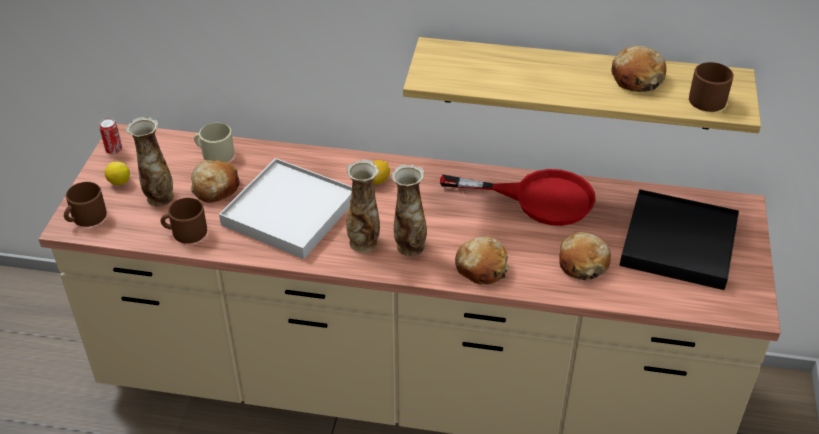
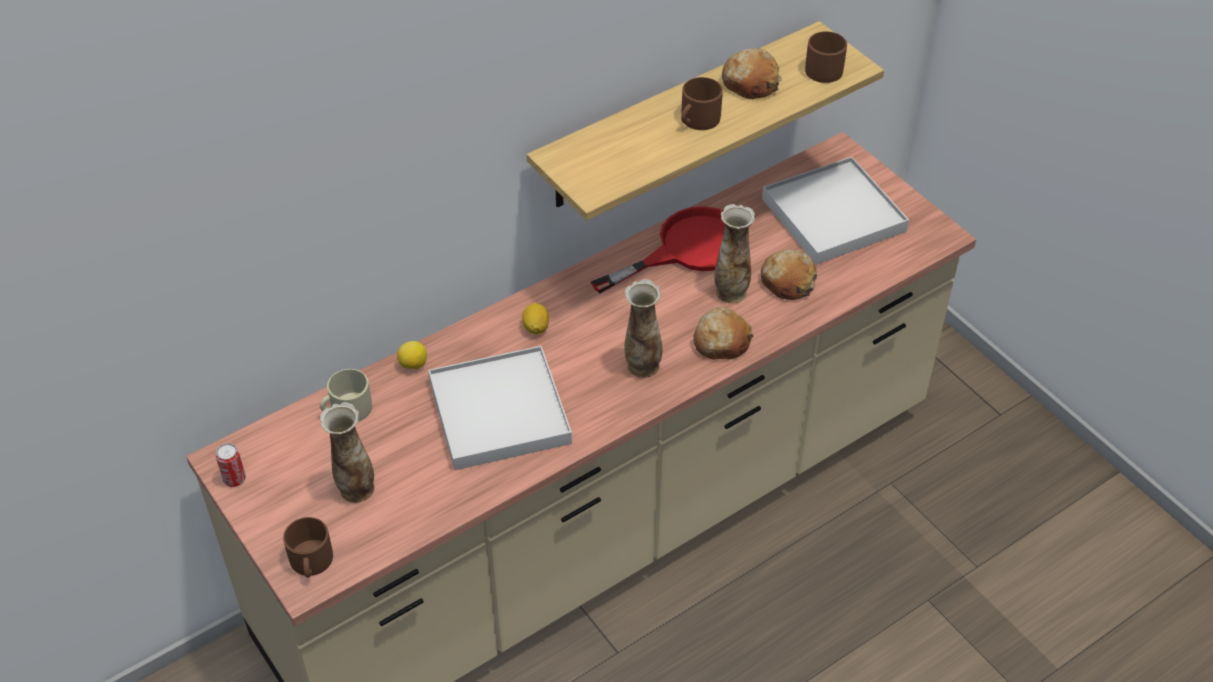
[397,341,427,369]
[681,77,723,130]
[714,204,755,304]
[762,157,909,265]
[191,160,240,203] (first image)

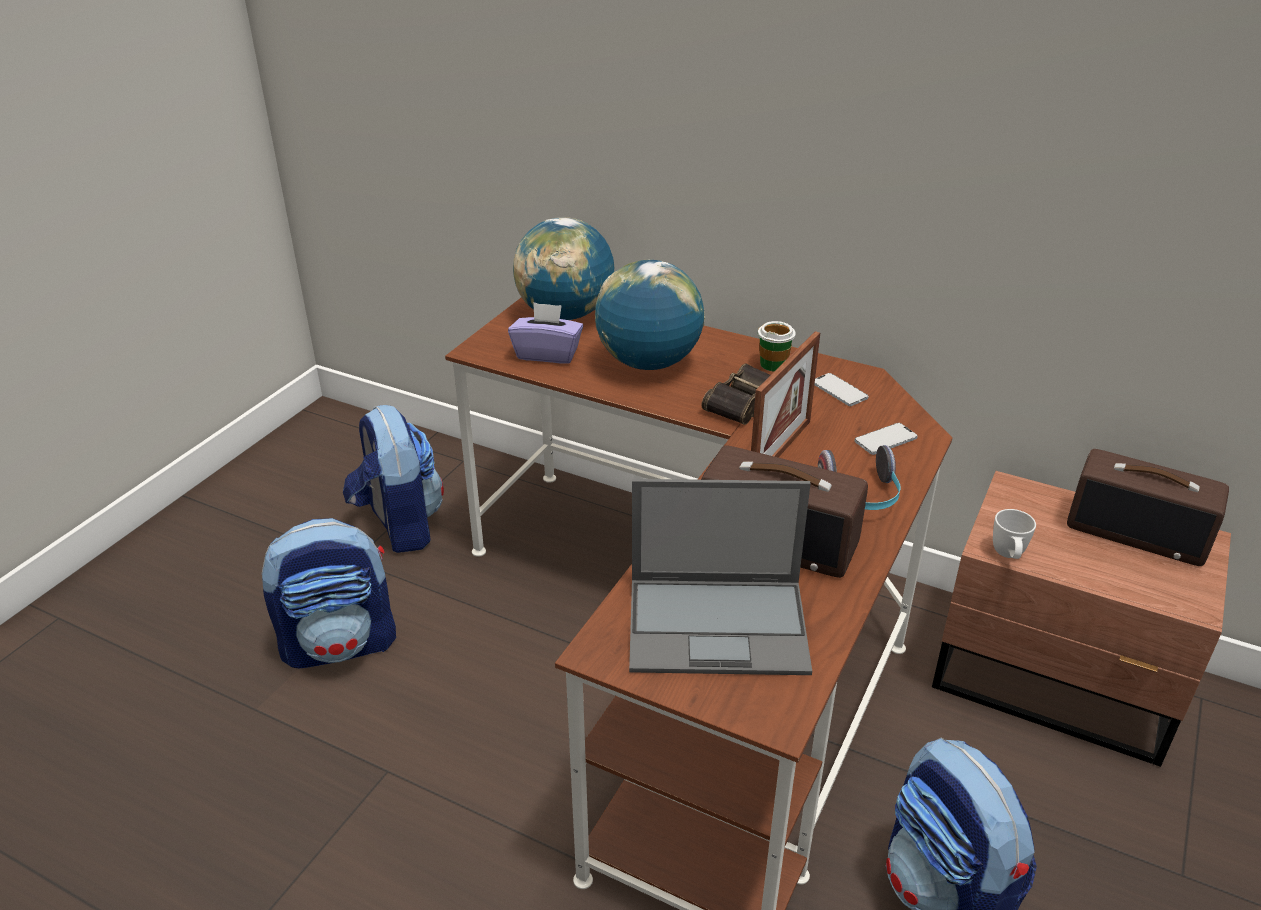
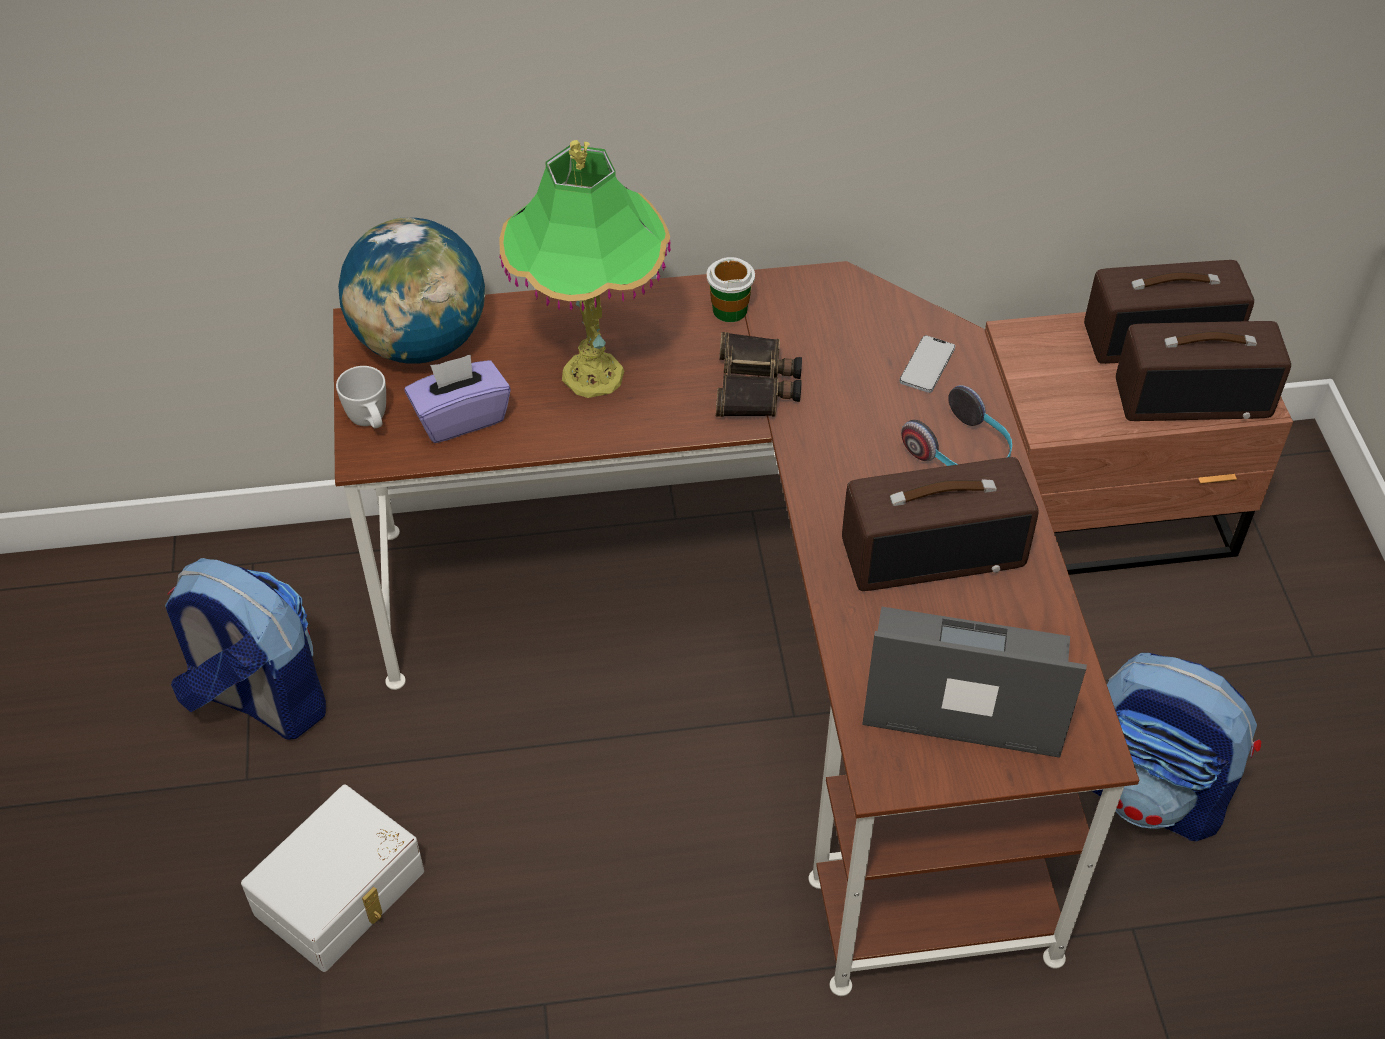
[241,785,424,972]
[336,366,386,428]
[499,140,671,398]
[862,606,1087,758]
[1116,321,1291,421]
[751,331,820,458] (first image)
[814,373,868,406] (first image)

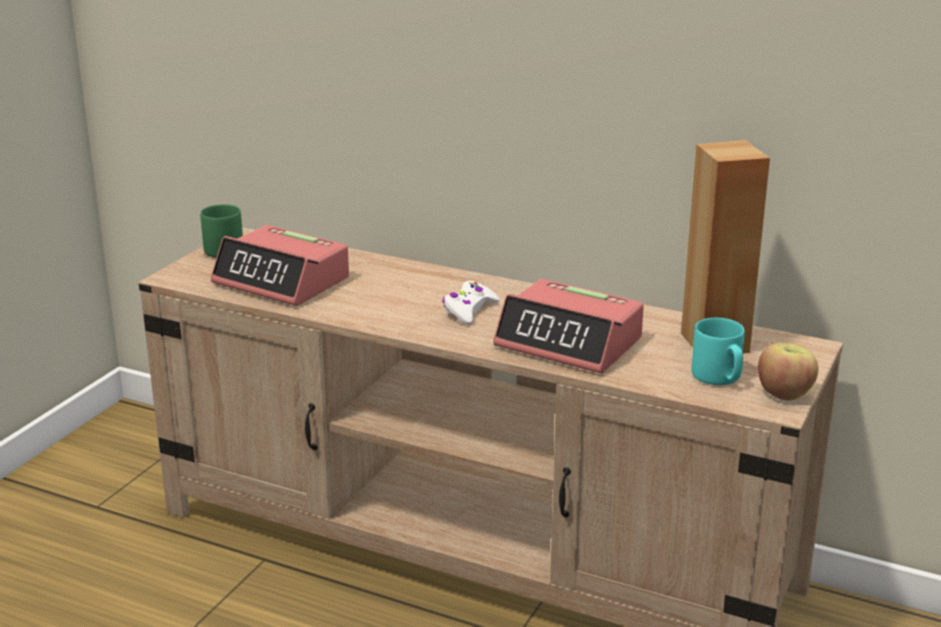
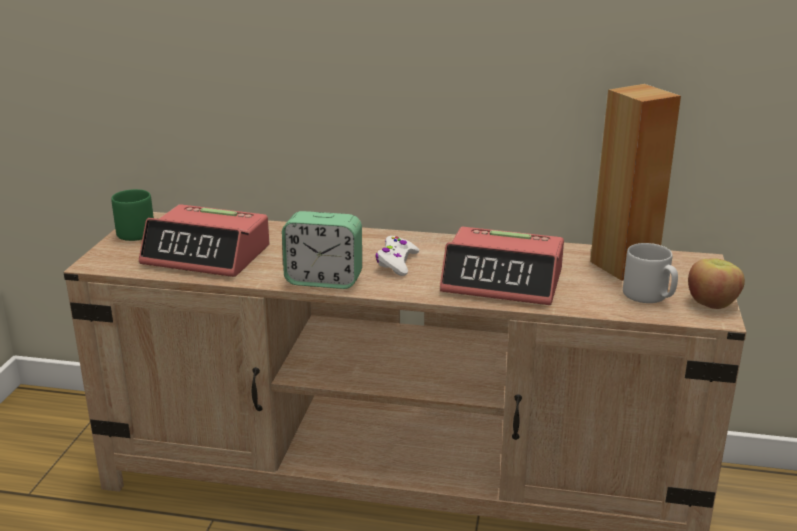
[282,211,362,289]
[623,243,678,303]

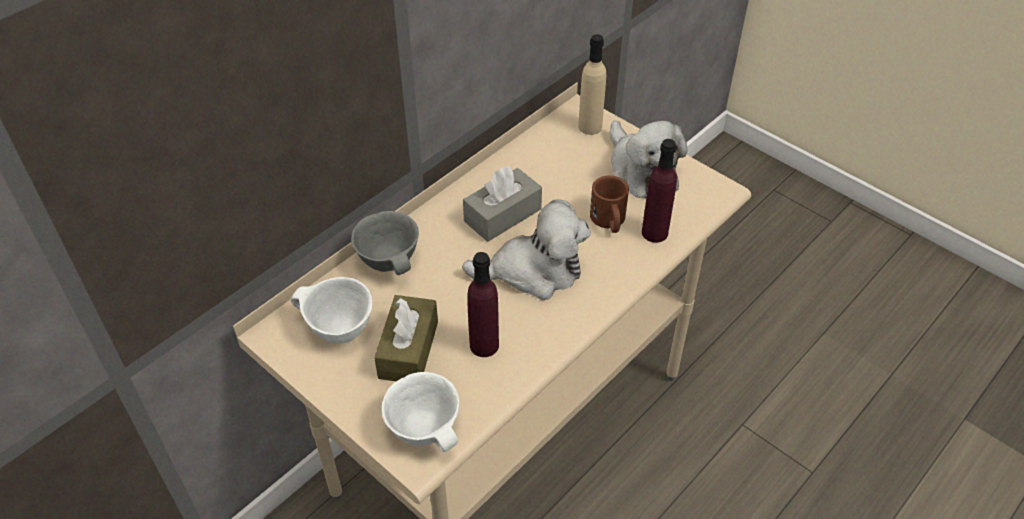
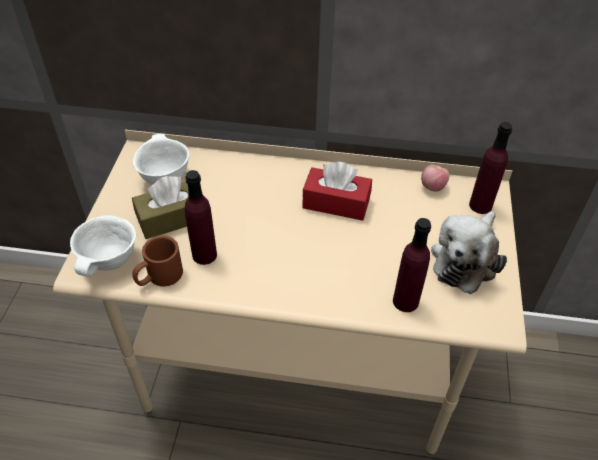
[132,236,183,286]
[302,162,372,221]
[421,165,449,192]
[469,122,513,214]
[351,211,419,275] (first image)
[462,199,591,300] (first image)

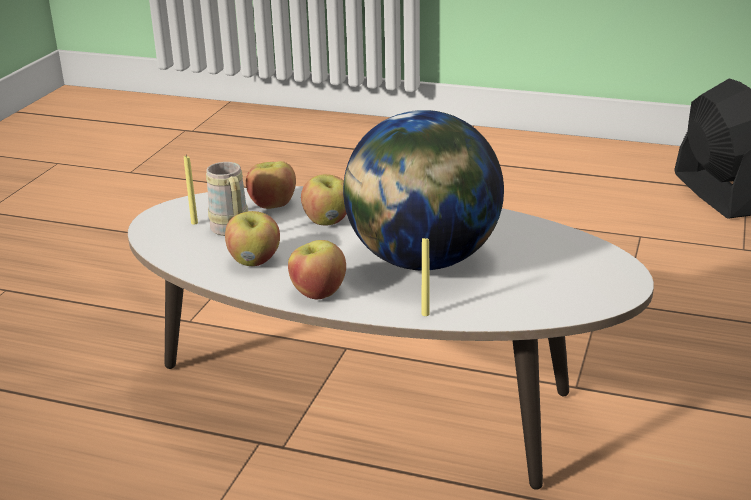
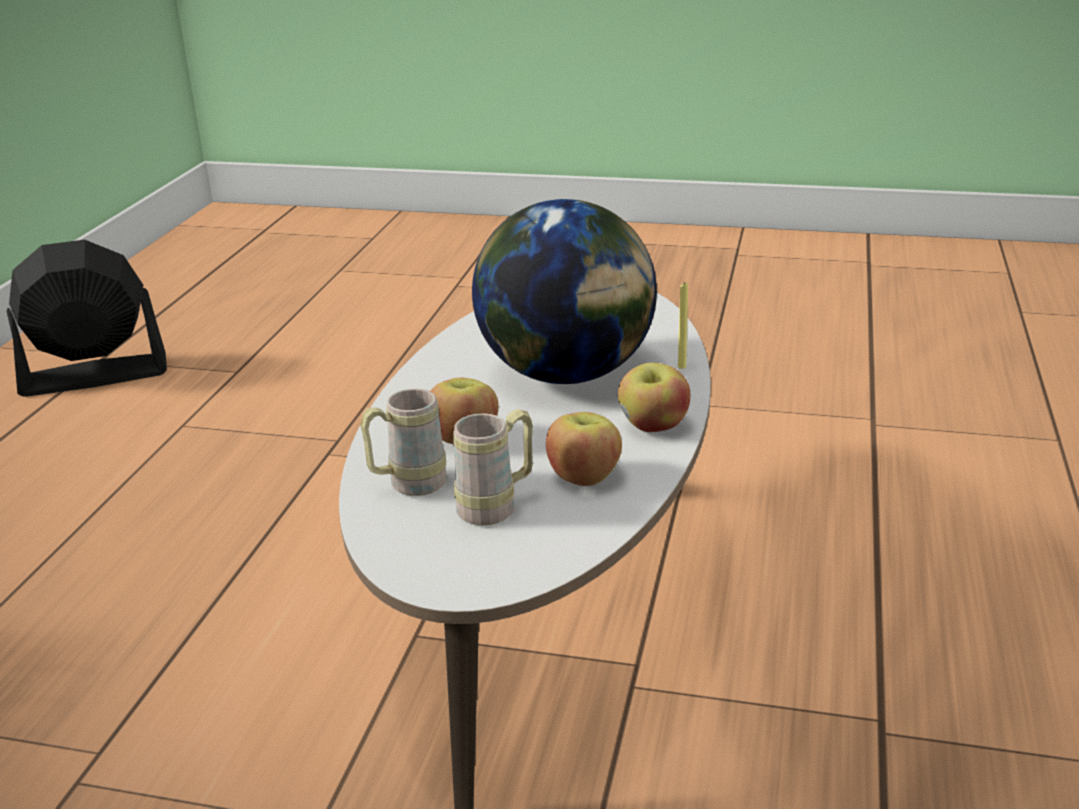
[360,389,447,496]
[184,155,198,225] (first image)

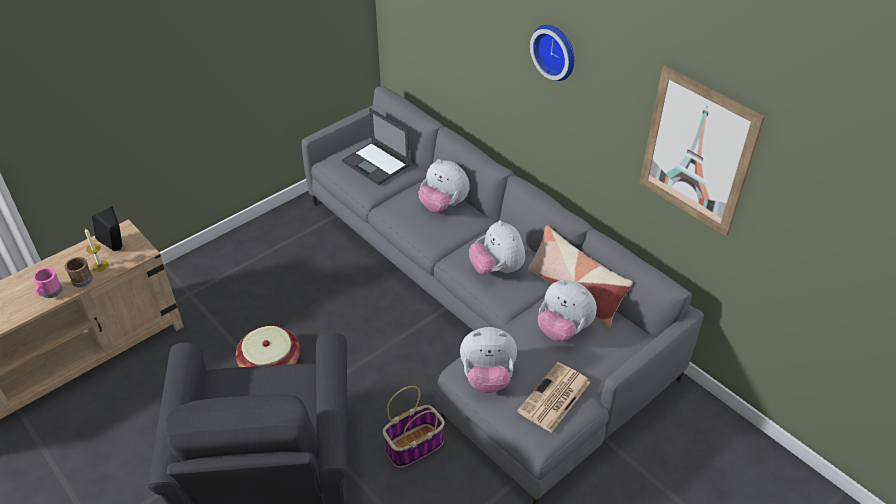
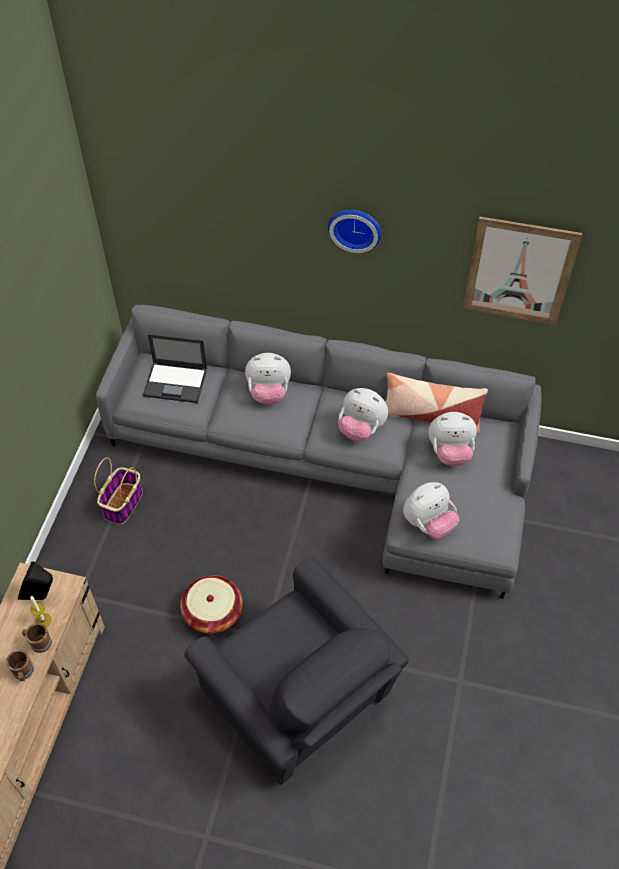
[6,649,34,681]
[94,457,143,525]
[517,362,590,433] (first image)

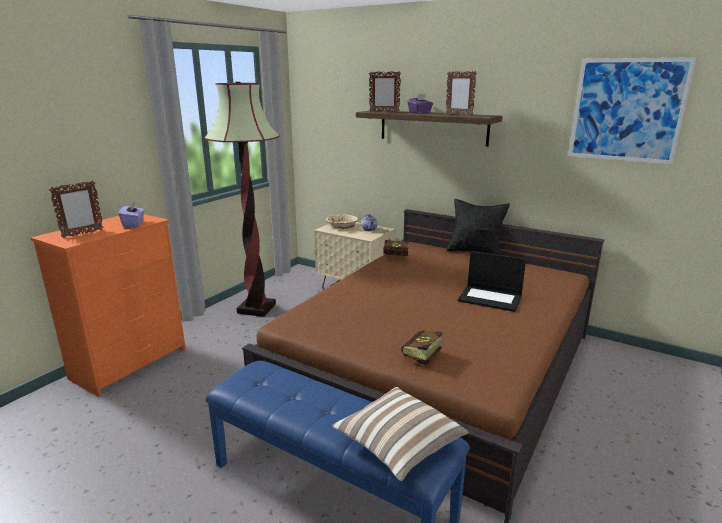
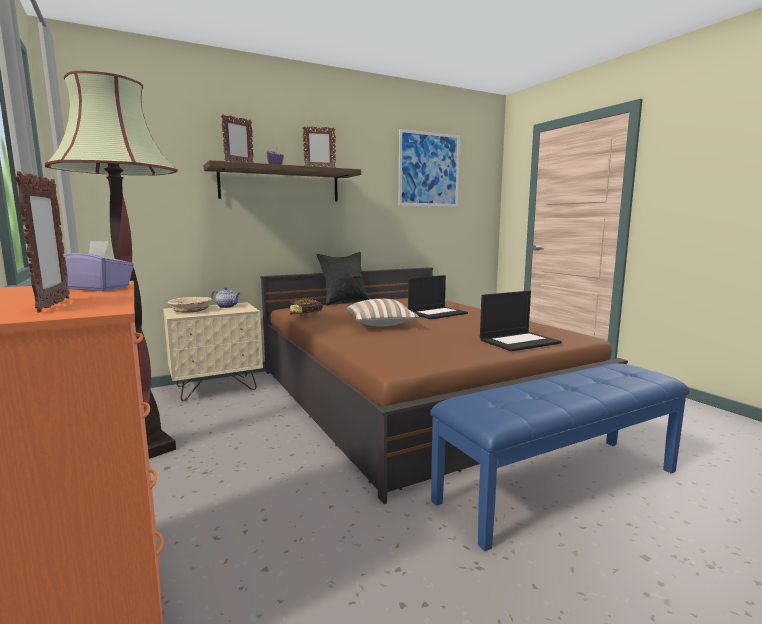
[346,299,419,327]
[480,291,562,352]

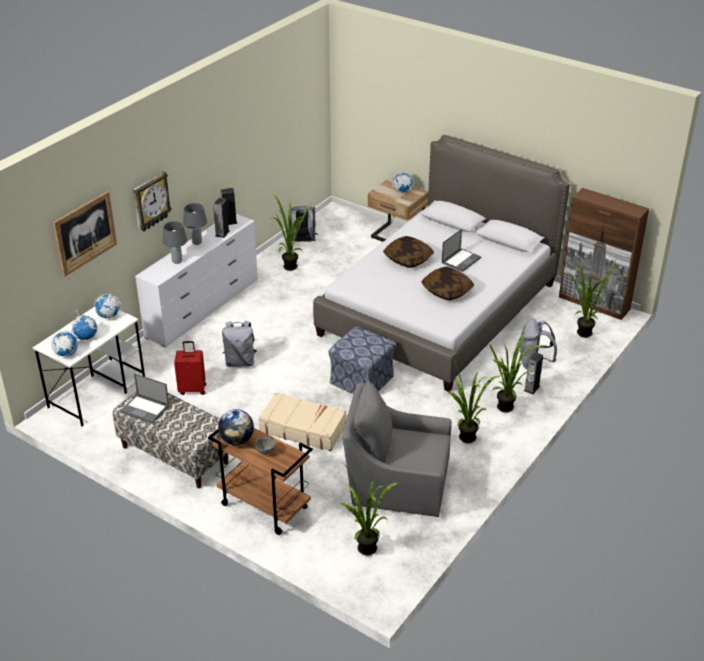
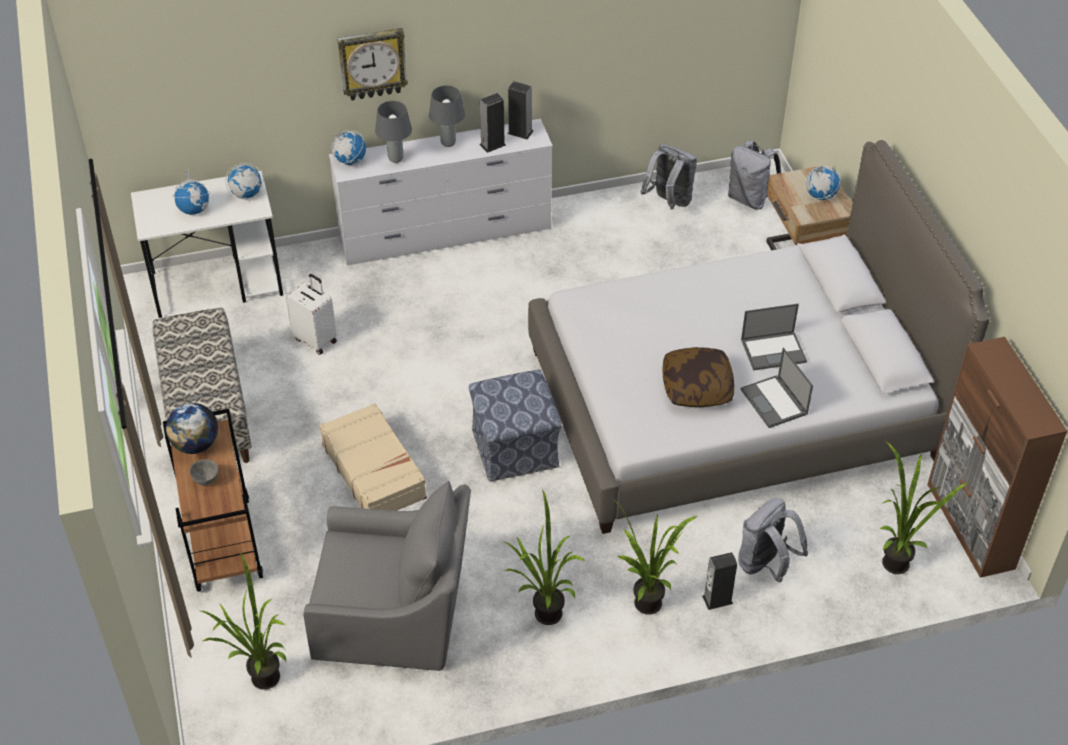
[286,274,337,355]
[303,481,471,671]
[332,131,366,166]
[728,141,781,210]
[741,348,813,428]
[53,191,117,277] (first image)
[270,193,311,271] (first image)
[383,236,434,268] (first image)

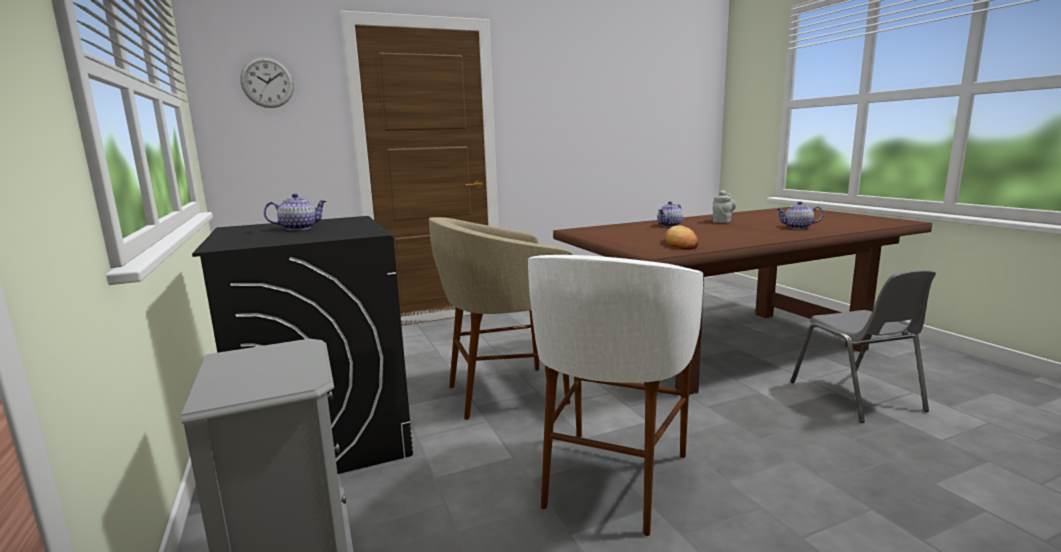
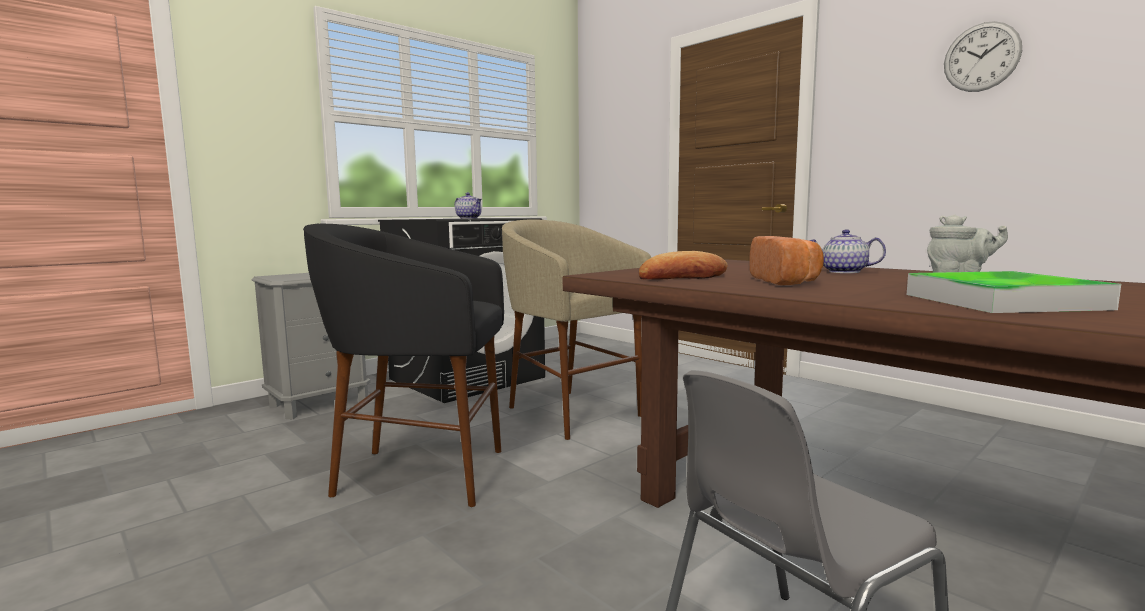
[303,224,504,507]
[749,236,824,285]
[907,271,1121,313]
[944,21,1022,92]

